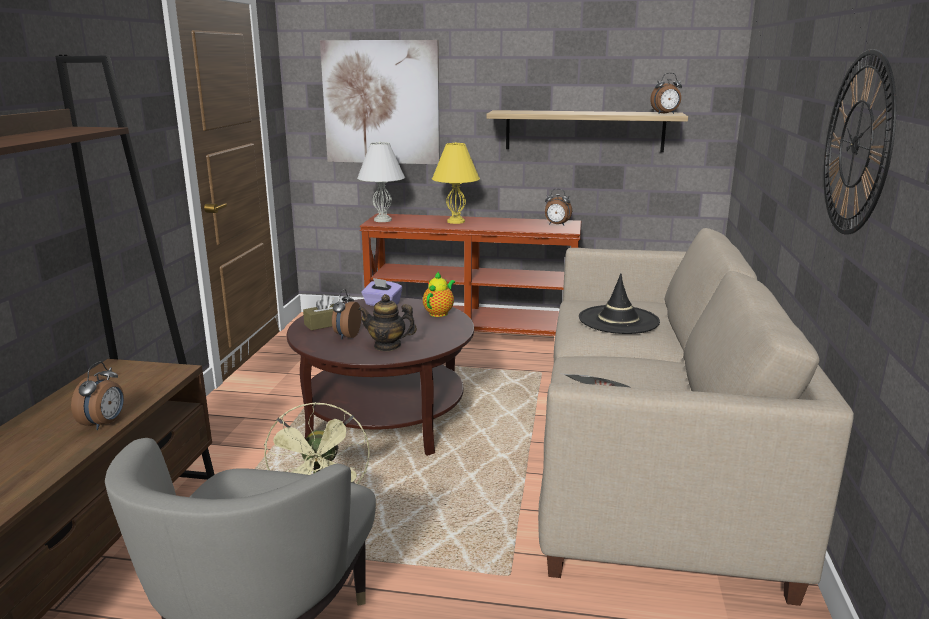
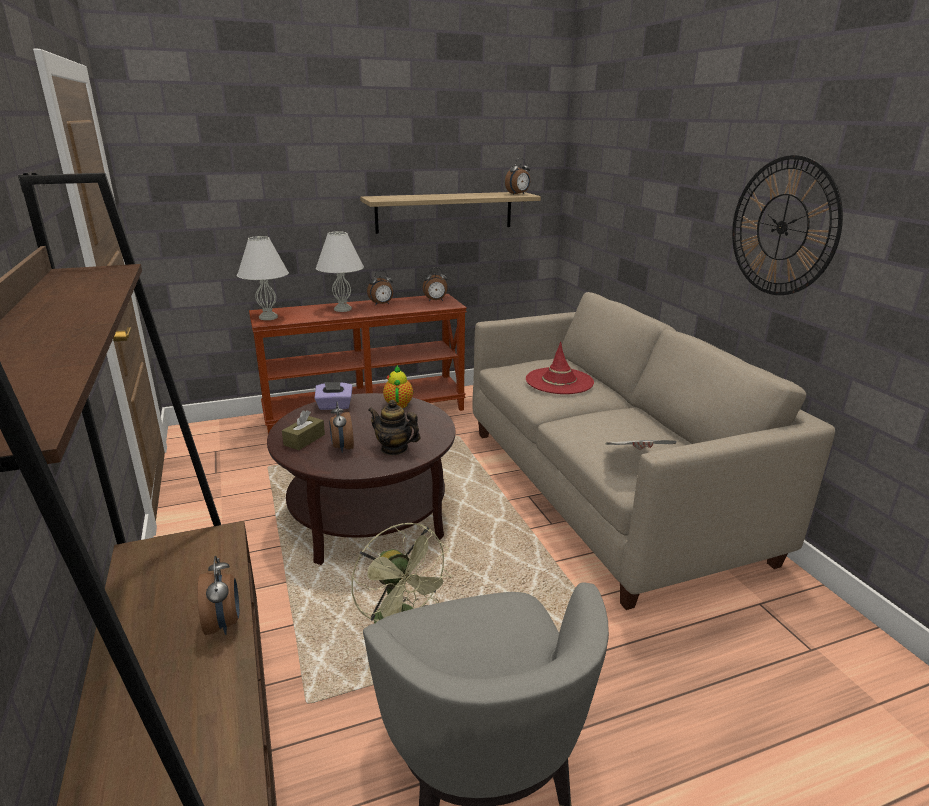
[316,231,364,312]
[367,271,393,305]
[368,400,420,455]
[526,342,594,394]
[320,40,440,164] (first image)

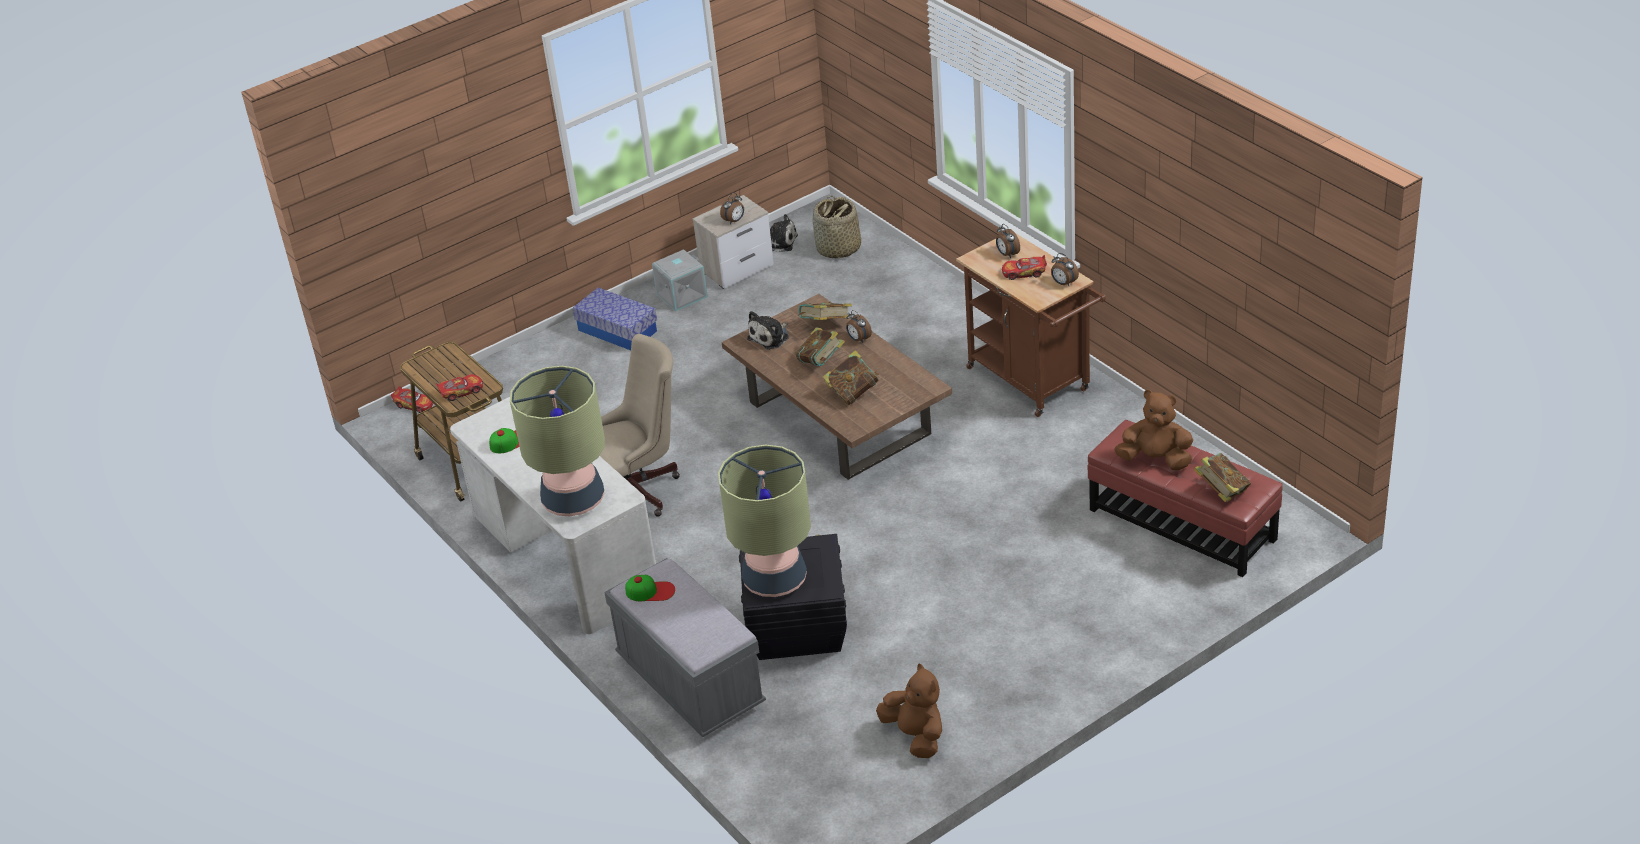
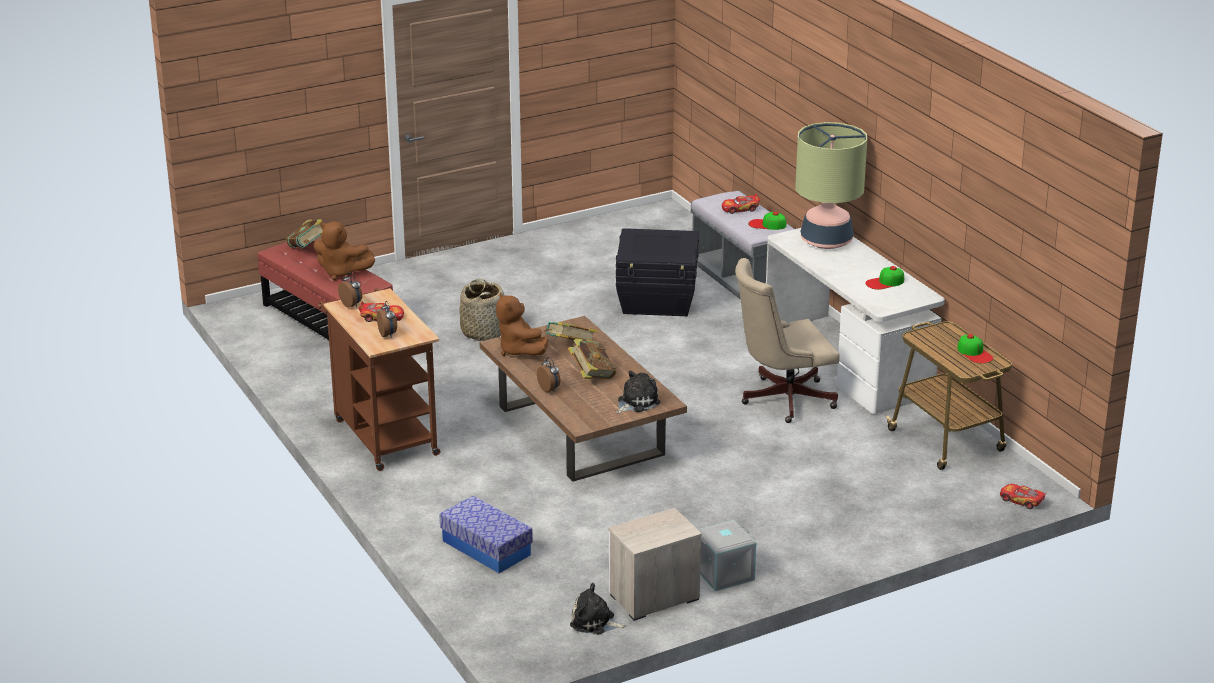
[439,496,533,573]
[460,279,505,341]
[496,293,548,356]
[722,194,760,214]
[957,334,993,364]
[718,445,811,597] (first image)
[720,193,744,224] (first image)
[798,302,852,320] (first image)

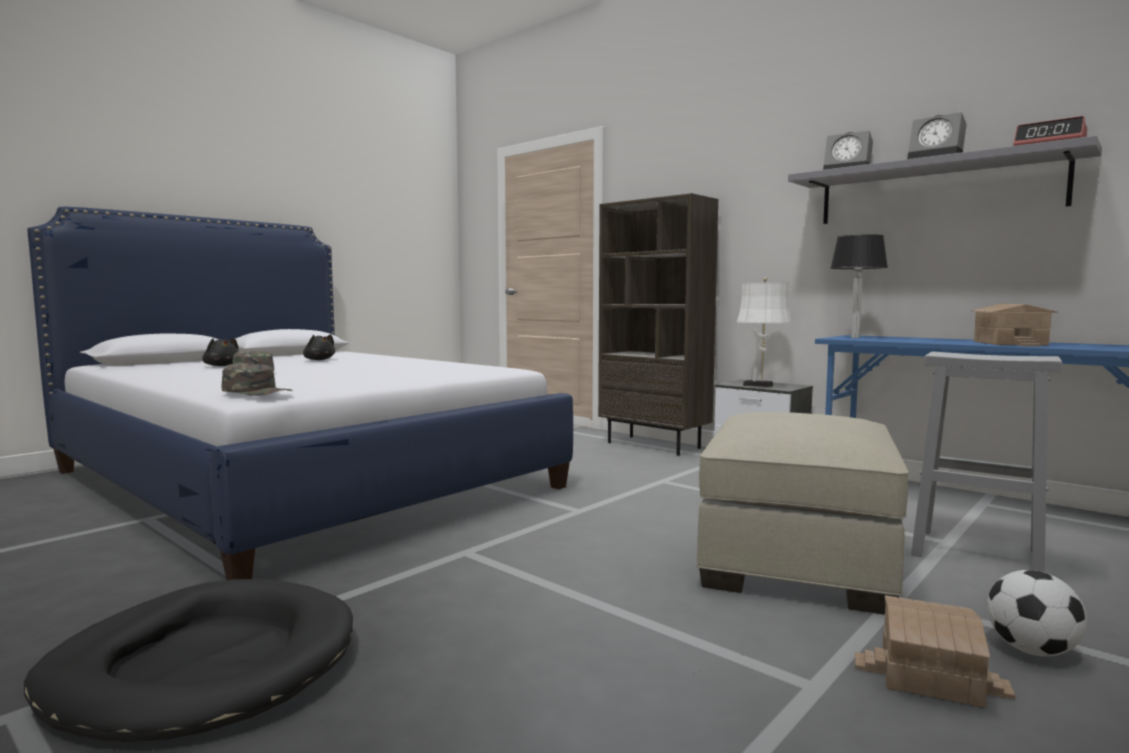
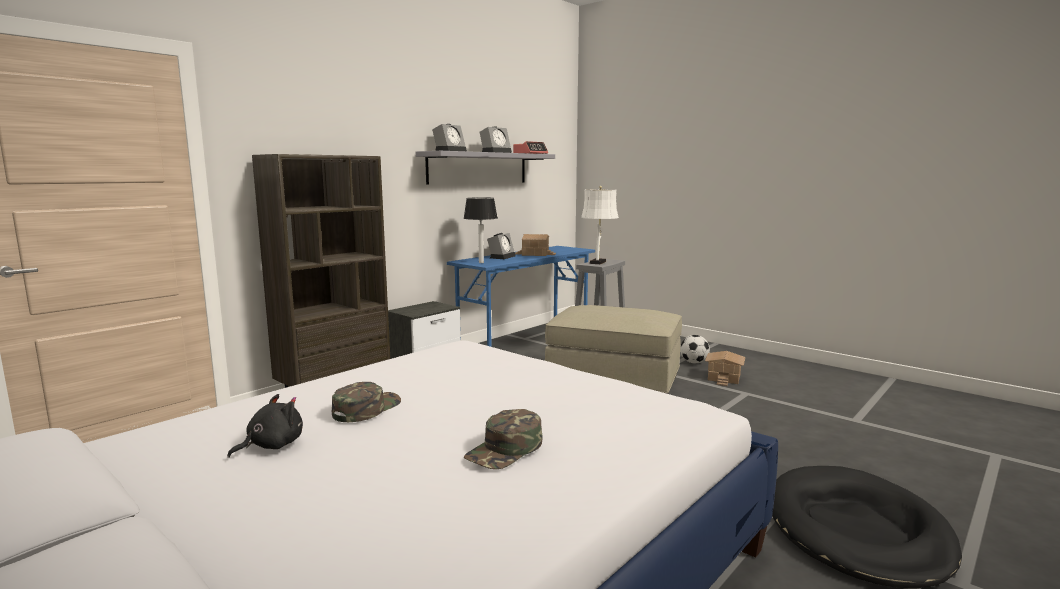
[332,382,401,422]
[487,233,516,259]
[581,186,619,264]
[202,338,239,366] (first image)

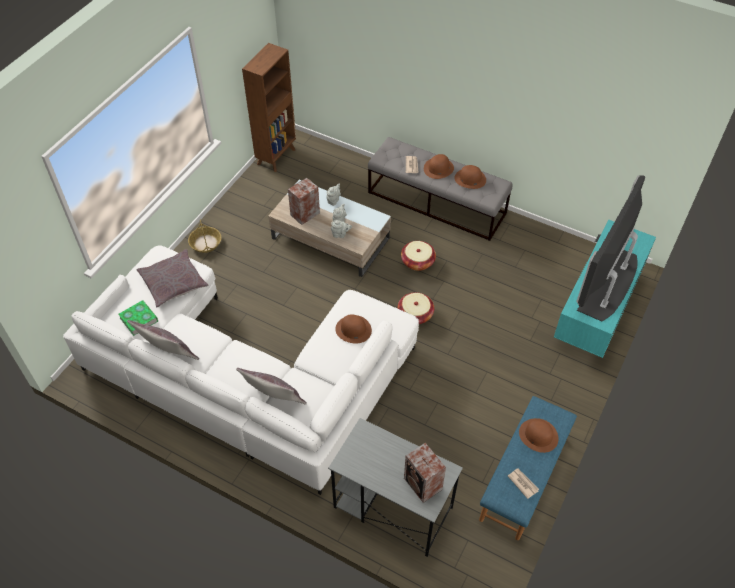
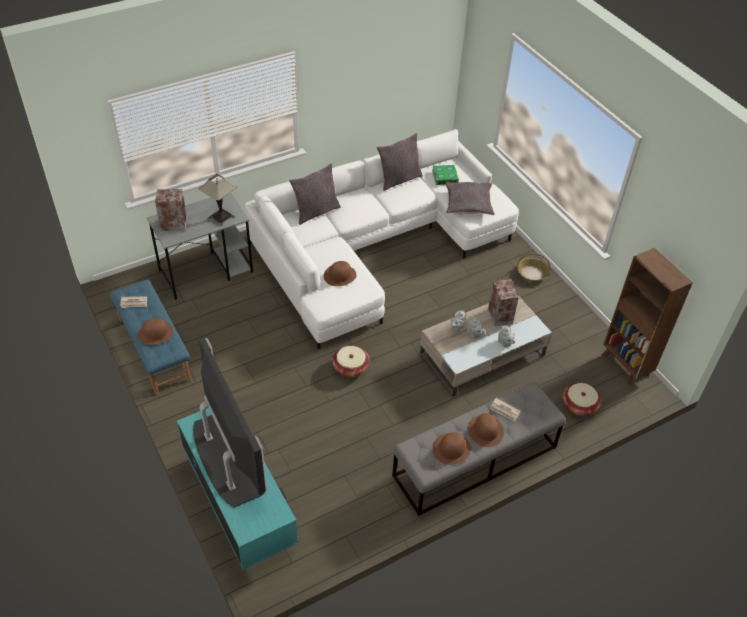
[199,174,237,226]
[562,382,601,416]

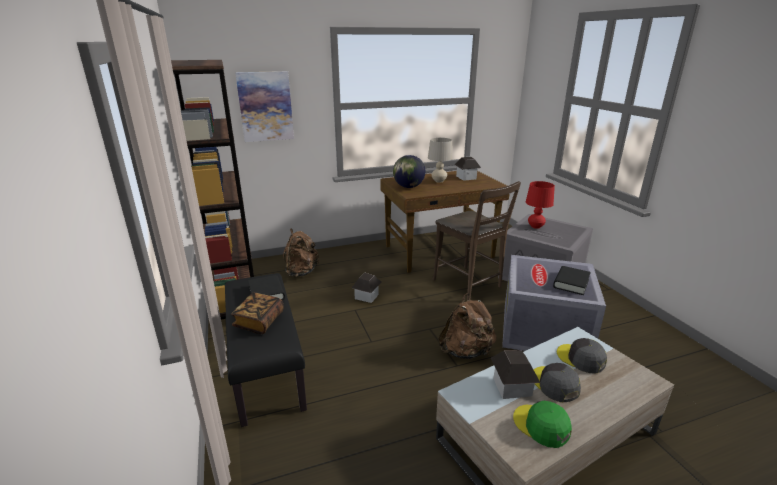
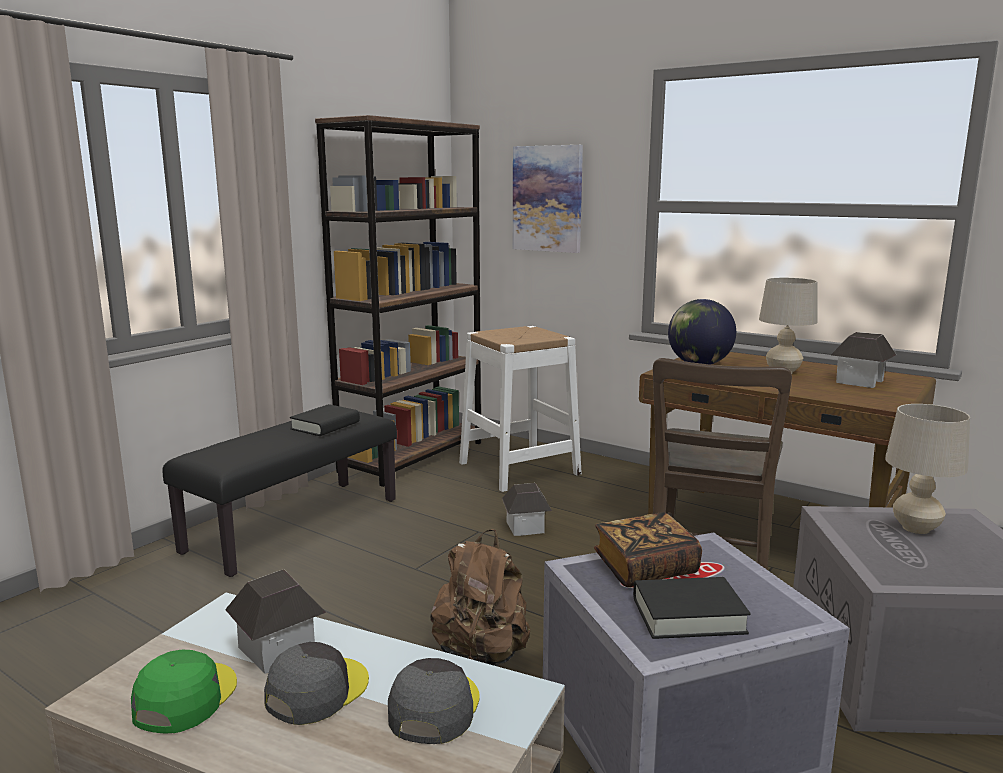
[459,326,582,492]
[594,512,702,587]
[885,404,970,534]

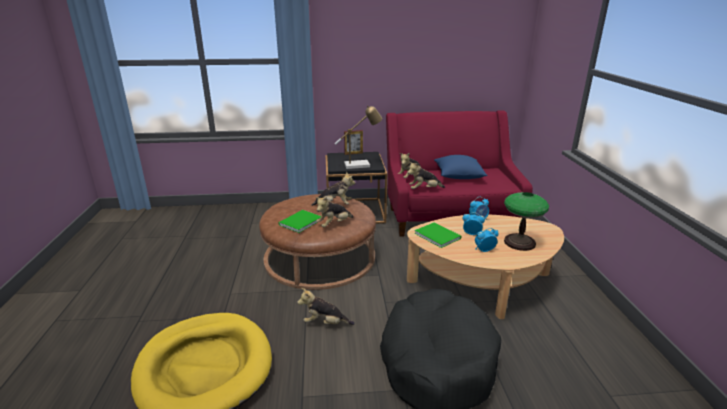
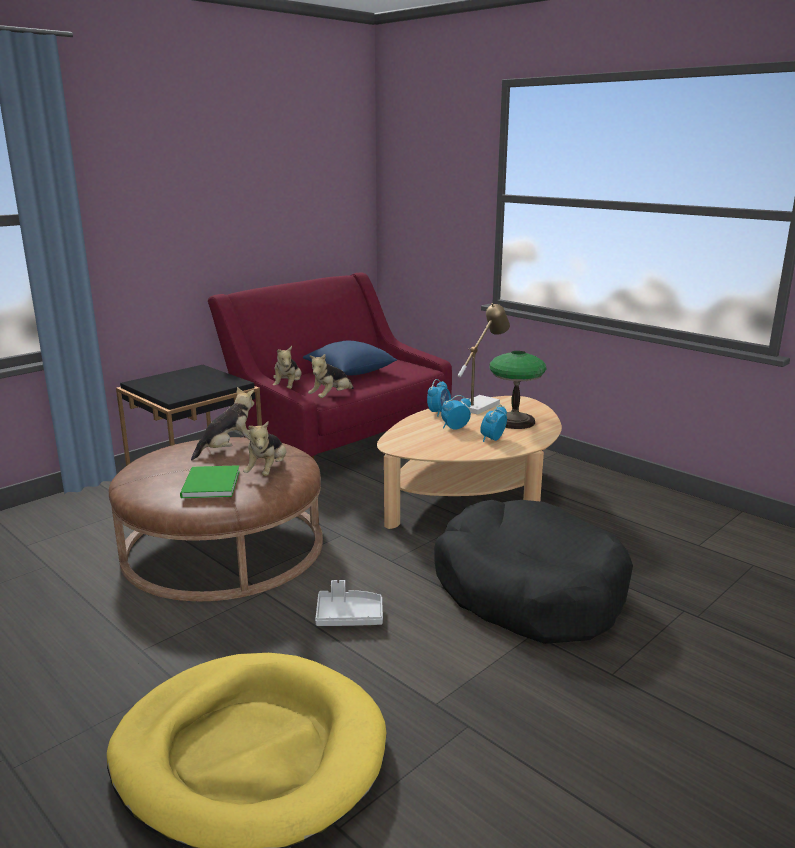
[315,580,383,626]
[457,303,510,414]
[344,130,363,155] (first image)
[415,222,462,248] (first image)

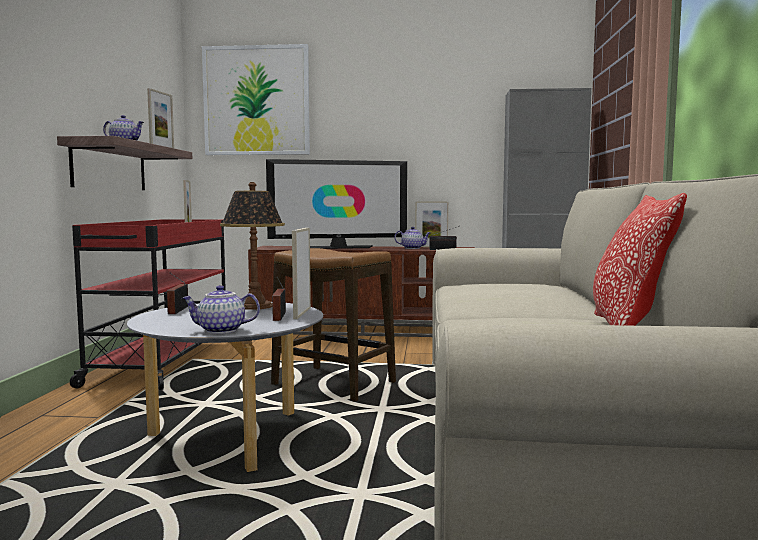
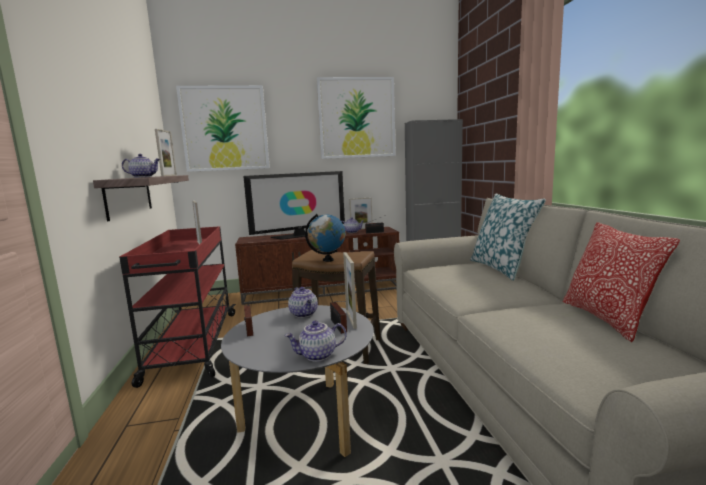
[288,287,318,318]
[305,214,345,262]
[317,77,396,159]
[470,193,546,281]

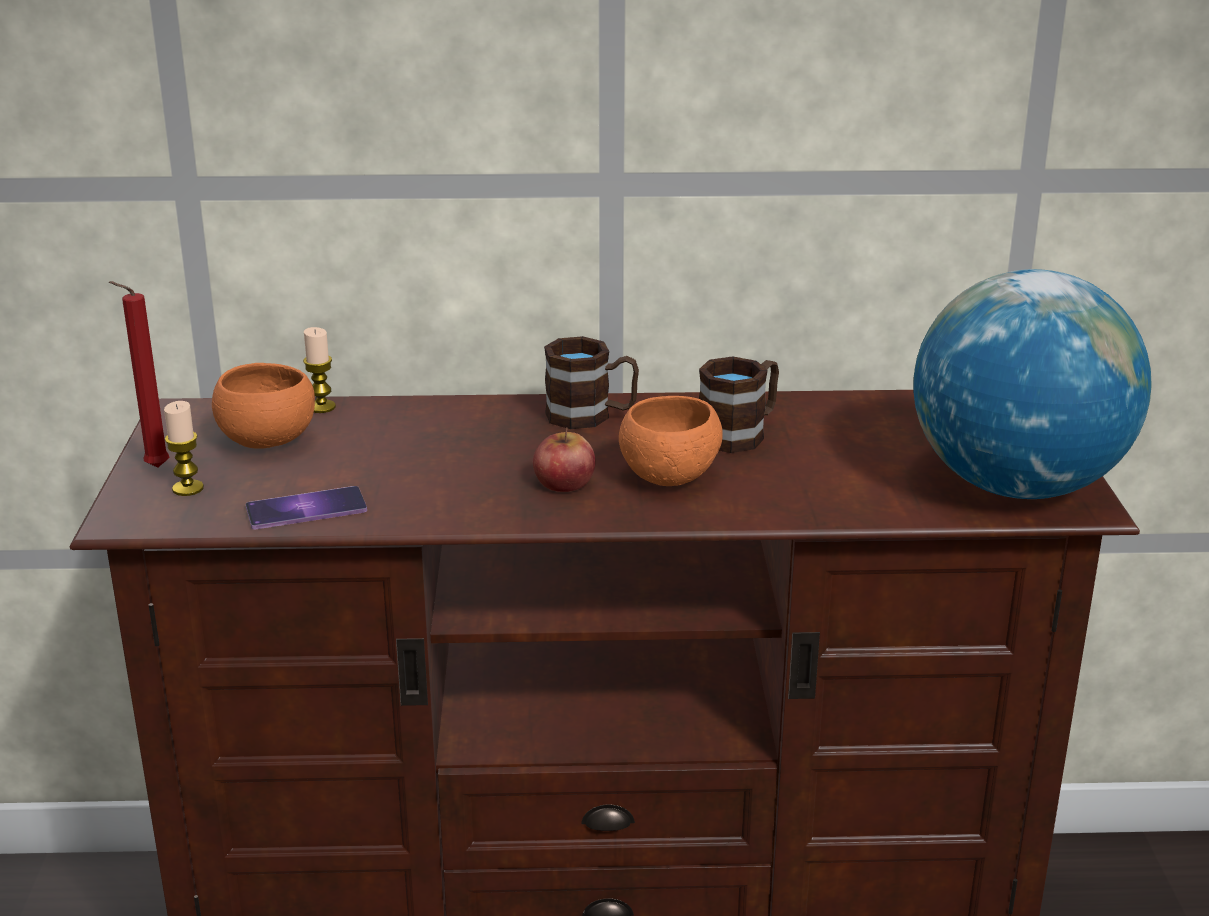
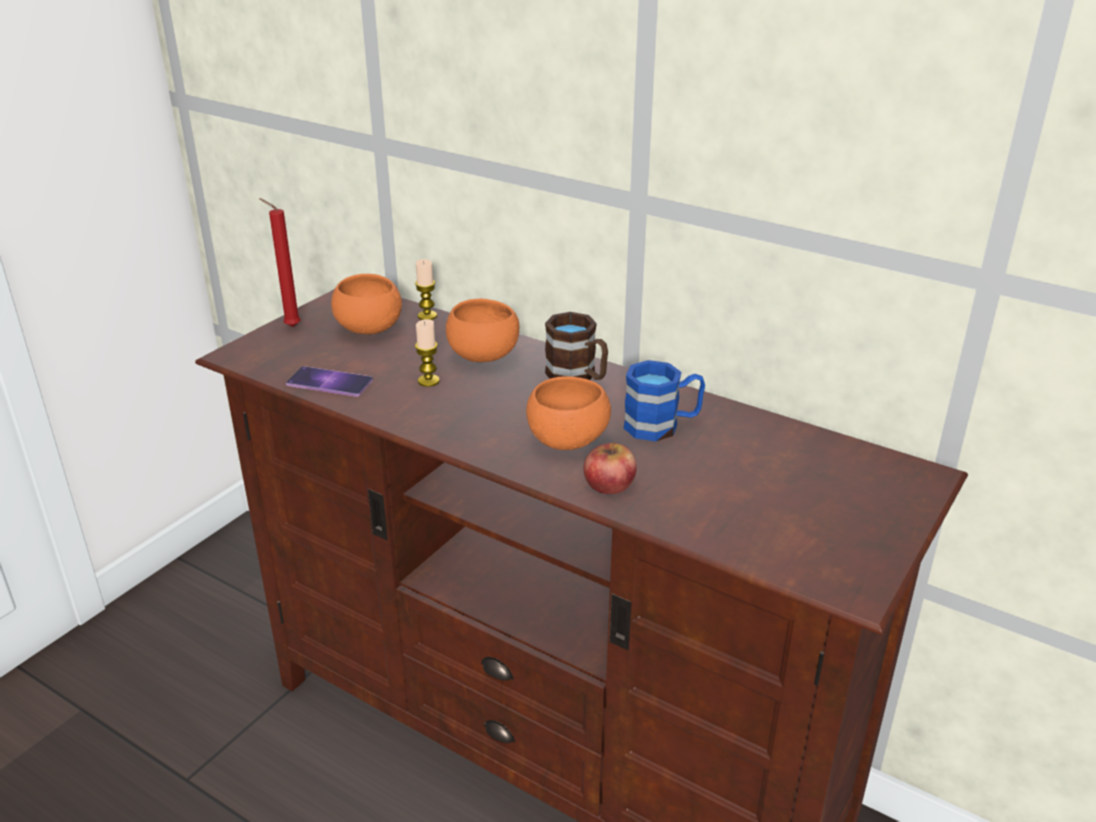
[415,319,440,387]
[446,299,519,362]
[583,442,637,494]
[624,360,705,441]
[913,269,1152,499] (first image)

